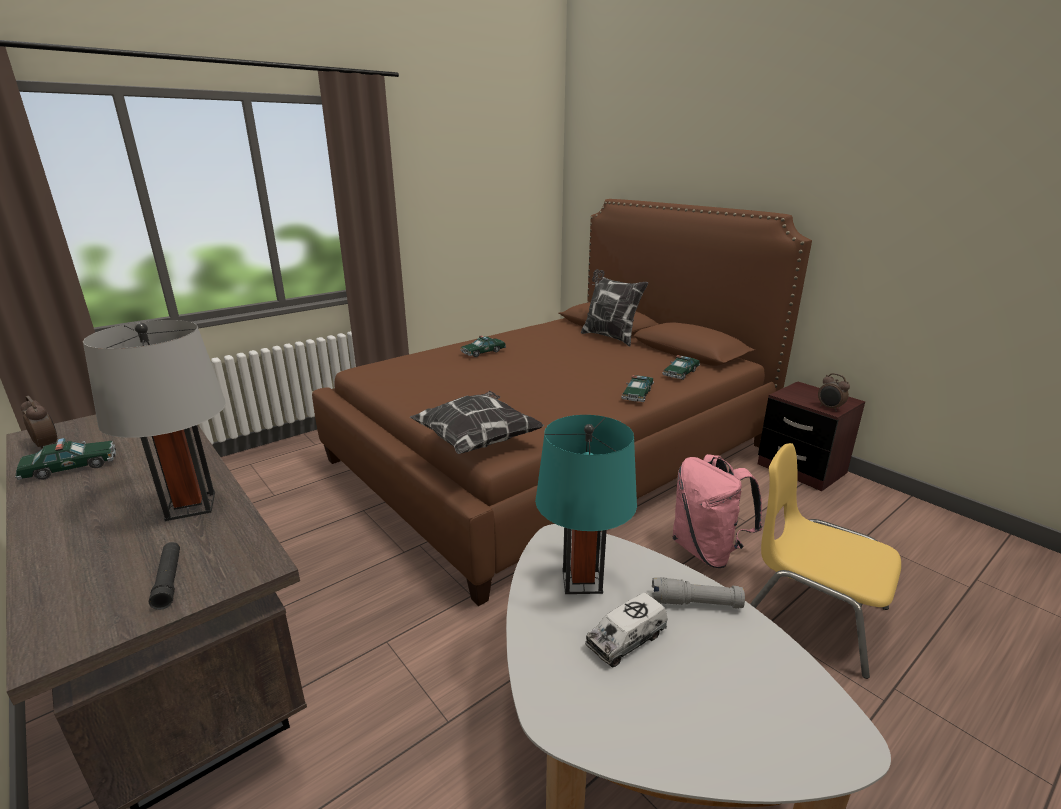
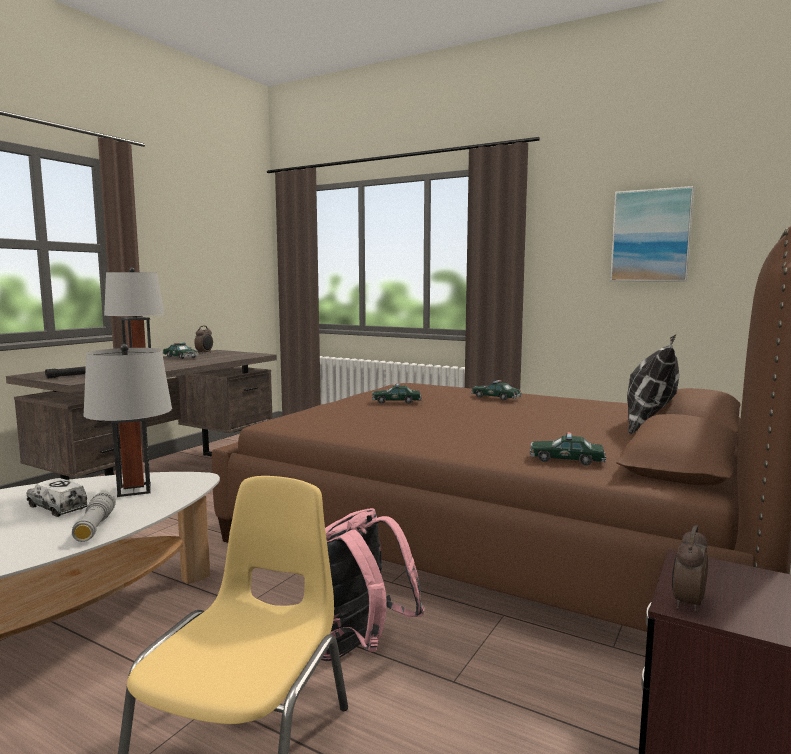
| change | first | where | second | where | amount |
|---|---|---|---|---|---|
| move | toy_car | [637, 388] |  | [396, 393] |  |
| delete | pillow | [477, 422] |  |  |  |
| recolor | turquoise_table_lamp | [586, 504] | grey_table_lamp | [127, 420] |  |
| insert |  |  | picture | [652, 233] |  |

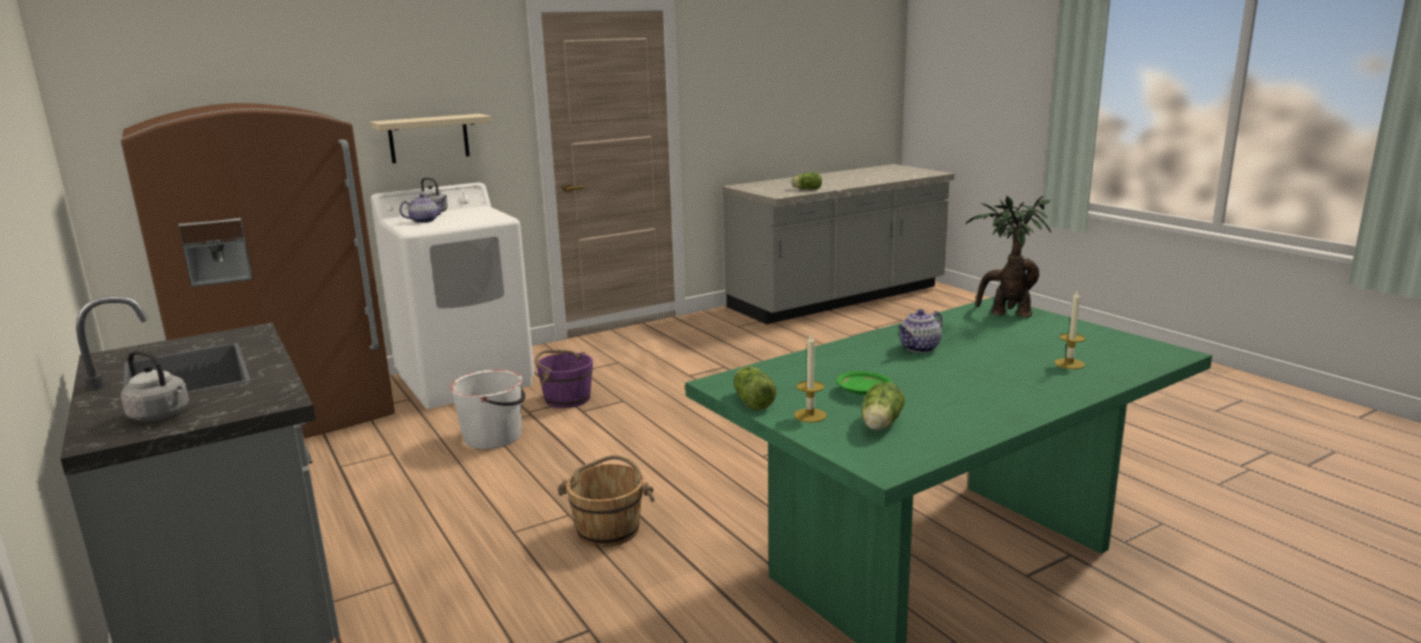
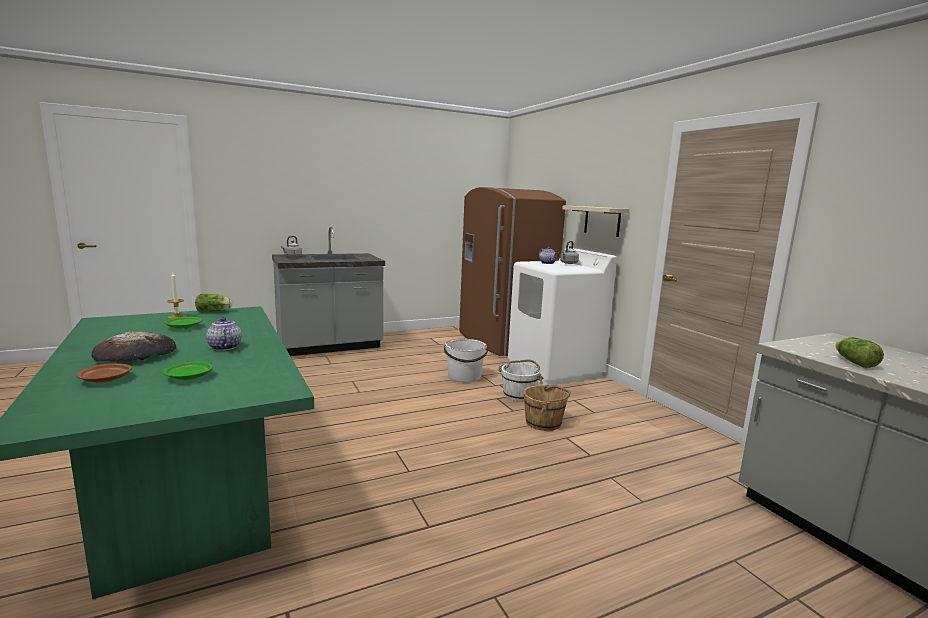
| change | first | where | second | where | amount |
|---|---|---|---|---|---|
| delete | potted_plant | [1008, 256] |  |  |  |
| replace | candle | [1069, 330] | brown_plate | [104, 373] |  |
| recolor | purple_bucket | [564, 379] | white_bucket | [521, 380] |  |
| delete | lettuce | [883, 406] |  |  |  |
| move | brown_bucket | [606, 501] |  | [547, 408] |  |
| insert |  |  | bread | [133, 346] |  |
| insert |  |  | green_plate | [188, 370] |  |

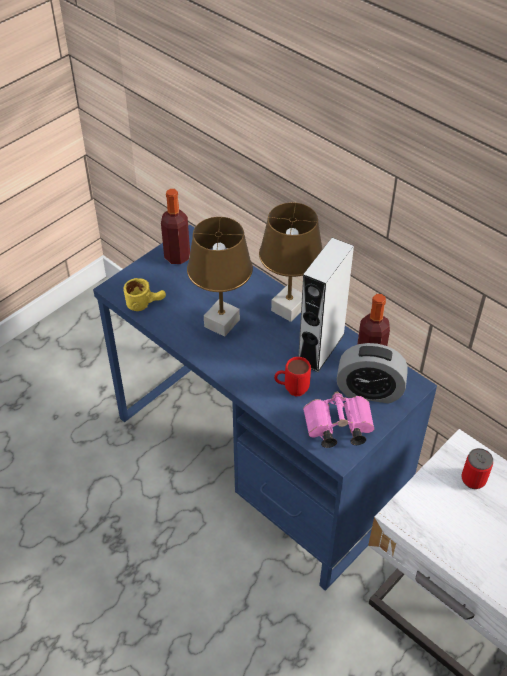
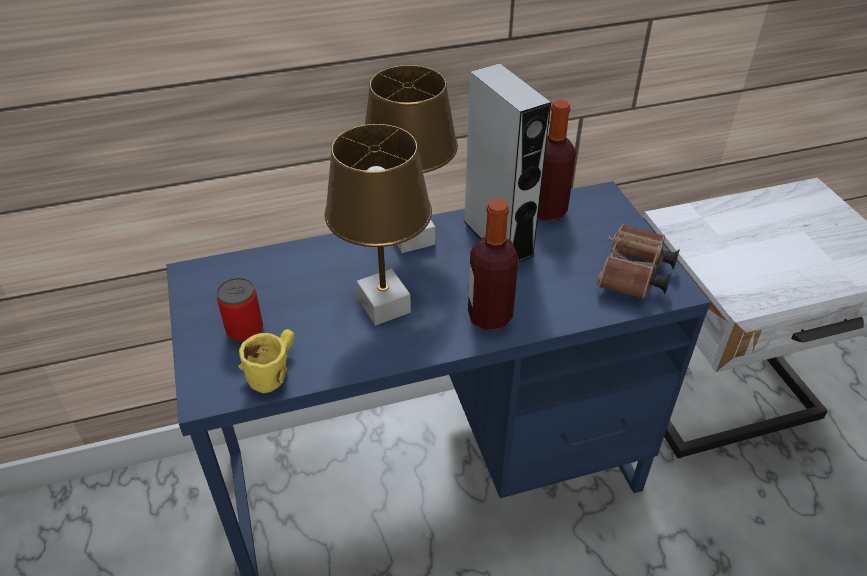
| change | first | where | second | where | amount |
|---|---|---|---|---|---|
| move | bottle | [175, 226] |  | [493, 265] |  |
| delete | alarm_clock | [372, 373] |  |  |  |
| delete | red_mug | [292, 376] |  |  |  |
| recolor | pink_binoculars | [338, 420] | brown_binoculars | [638, 261] |  |
| move | can | [477, 468] |  | [240, 310] |  |

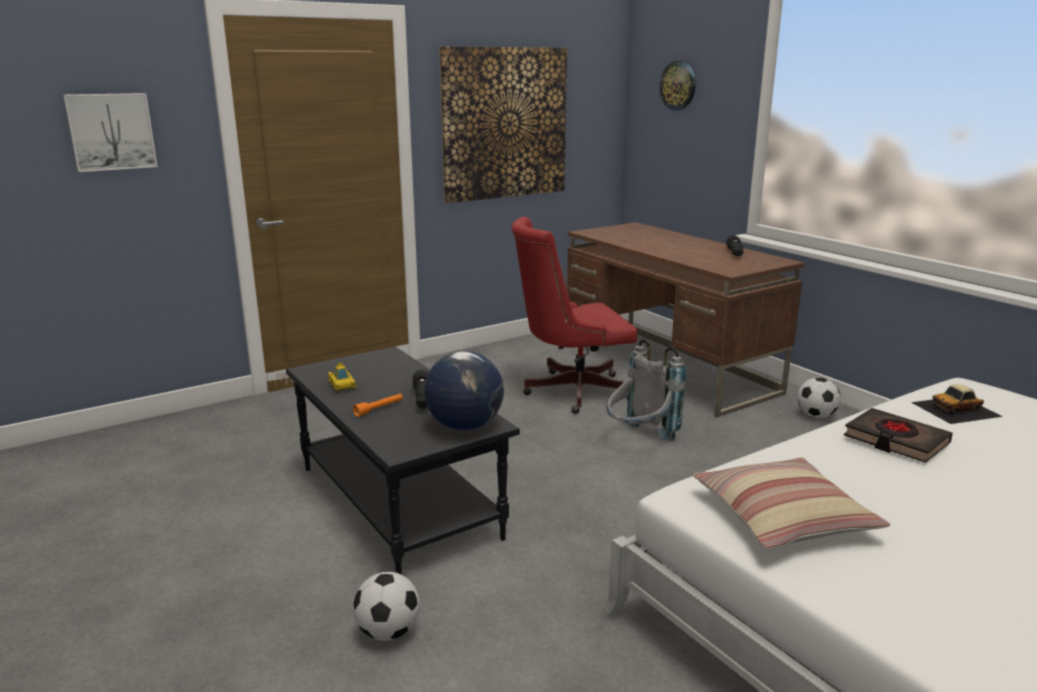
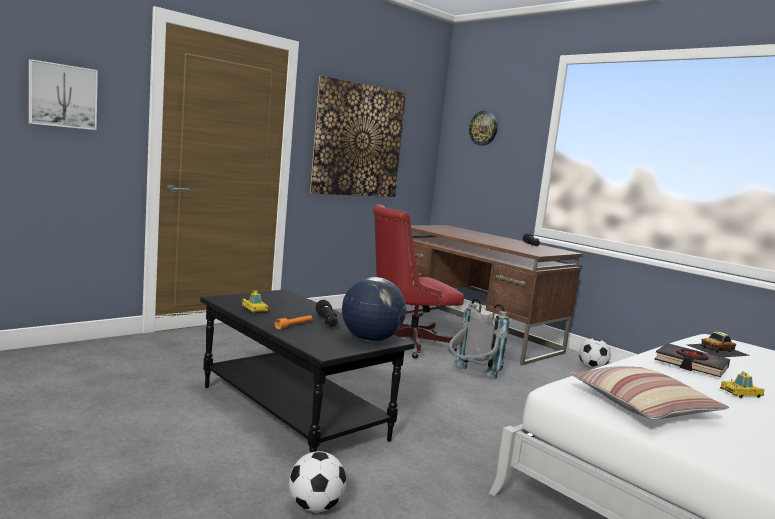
| change | first | where | second | where | amount |
|---|---|---|---|---|---|
| insert |  |  | toy_car | [742, 384] |  |

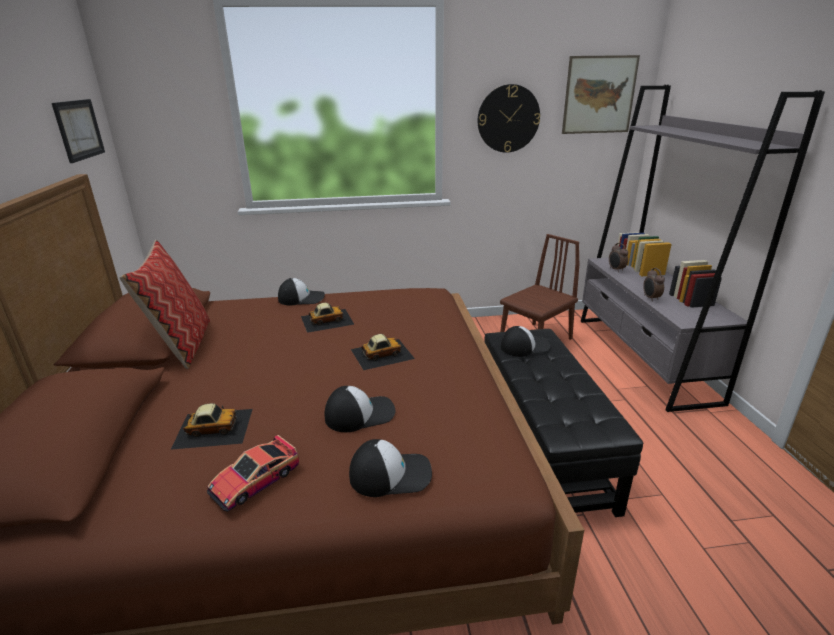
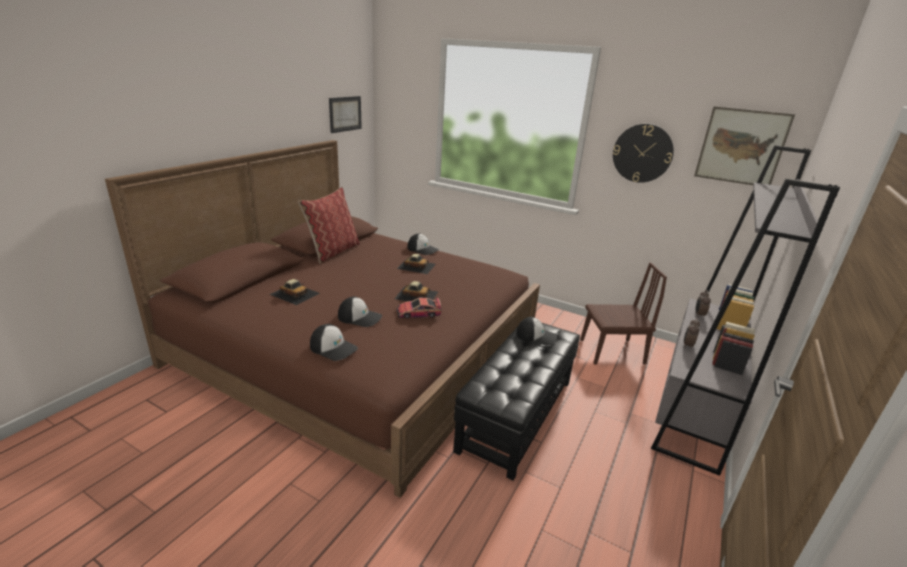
| change | first | where | second | where | amount |
|---|---|---|---|---|---|
| move | toy_car | [253, 473] |  | [419, 308] |  |

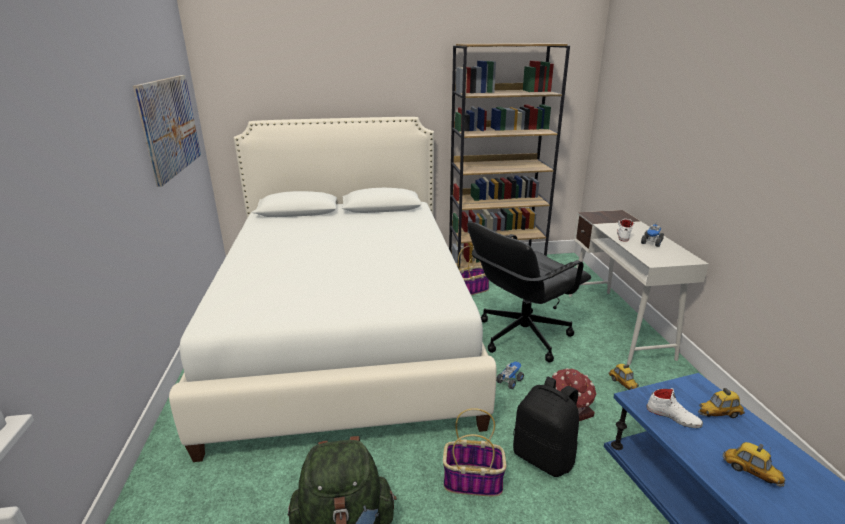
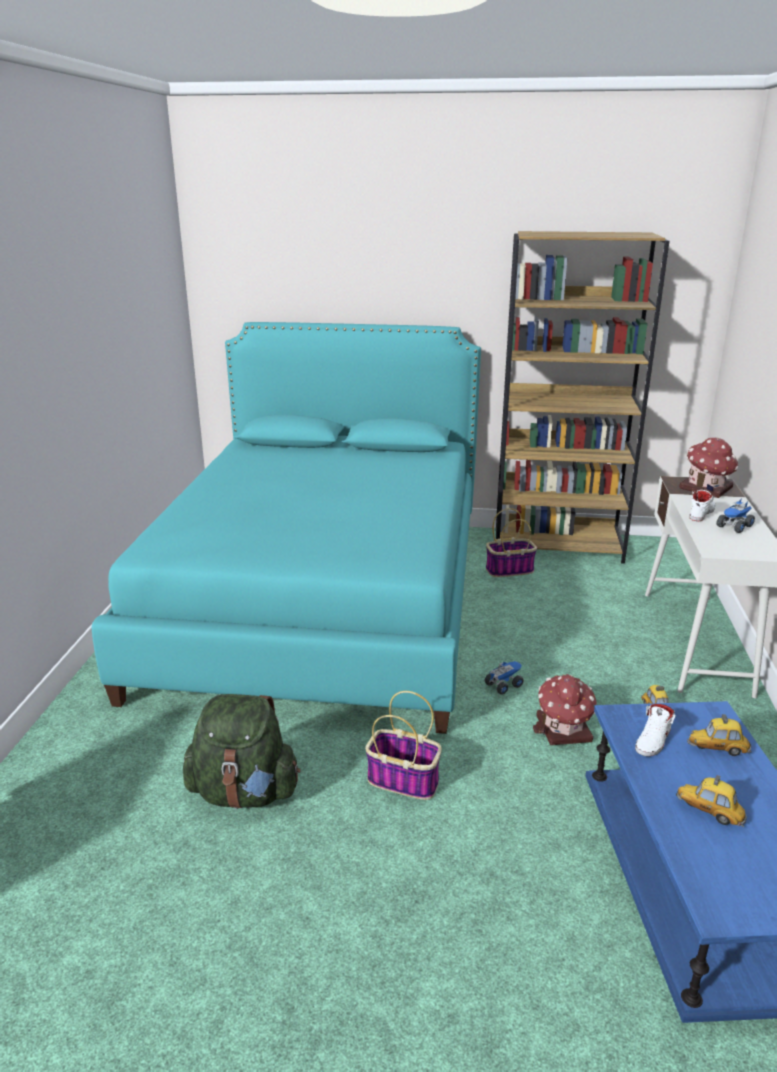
| change | first | where | second | where | amount |
|---|---|---|---|---|---|
| delete | picture | [167, 131] |  |  |  |
| recolor | white_bed | [333, 289] | turquoise_bed | [286, 528] |  |
| delete | black_office_chair | [529, 292] |  |  |  |
| delete | black_backpack | [546, 427] |  |  |  |
| rotate | white_shoe | [674, 408] |  | [655, 730] | 75 degrees clockwise |
| rotate | toy_car | [754, 464] |  | [711, 801] | 150 degrees clockwise |
| insert |  |  | toy_house | [708, 468] |  |

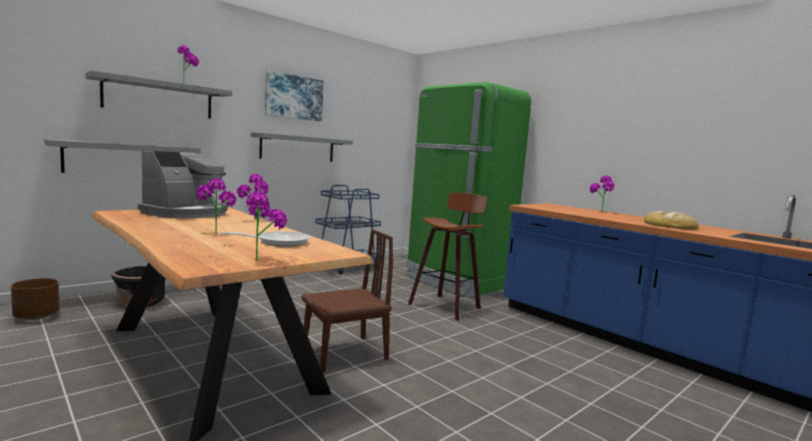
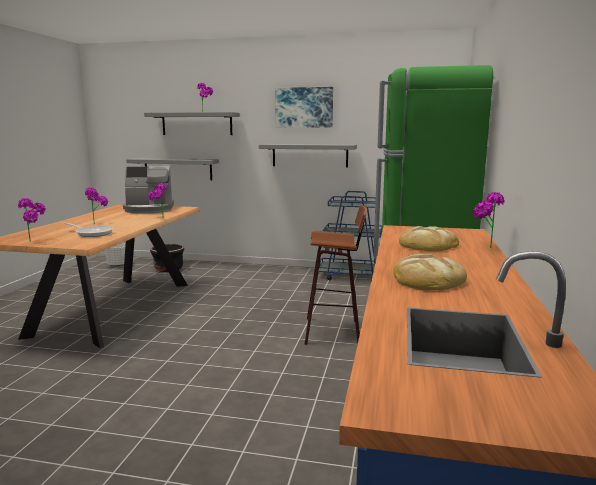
| change | first | where | second | where | amount |
|---|---|---|---|---|---|
| delete | brown_chair | [347, 300] |  |  |  |
| recolor | brown_planter | [35, 299] | white_planter | [116, 255] |  |
| insert |  |  | bread | [429, 238] |  |

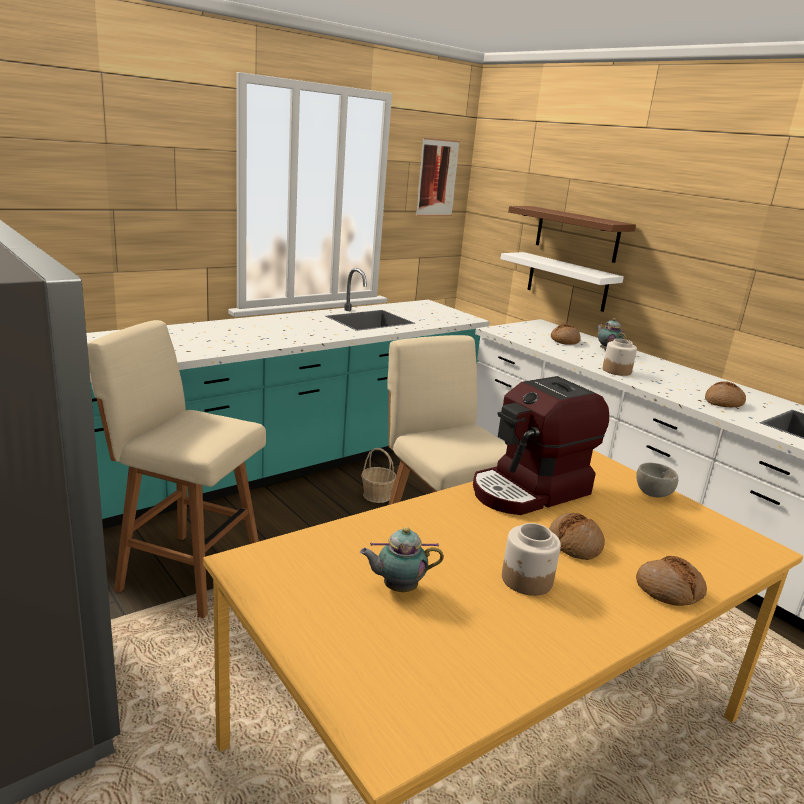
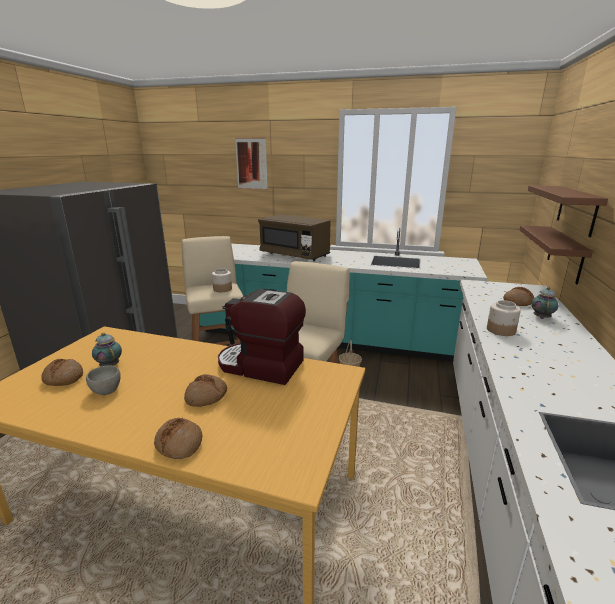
| change | first | where | second | where | amount |
|---|---|---|---|---|---|
| move | picture | [438, 177] |  | [251, 164] |  |
| recolor | white_shelf | [562, 282] | brown_shelf | [556, 254] |  |
| move | bread | [725, 394] |  | [62, 372] |  |
| move | grey_bowl | [657, 480] |  | [103, 380] |  |
| move | jar | [531, 559] |  | [222, 280] |  |
| insert |  |  | brown_microwave | [294, 238] |  |

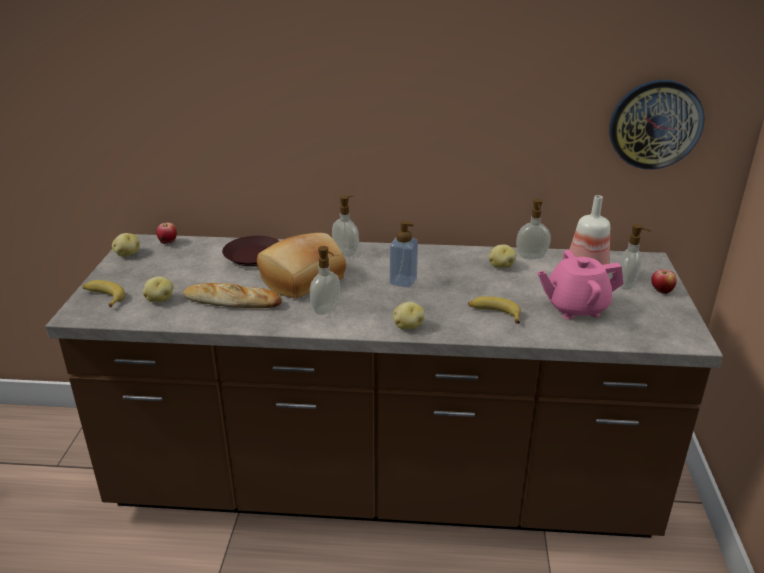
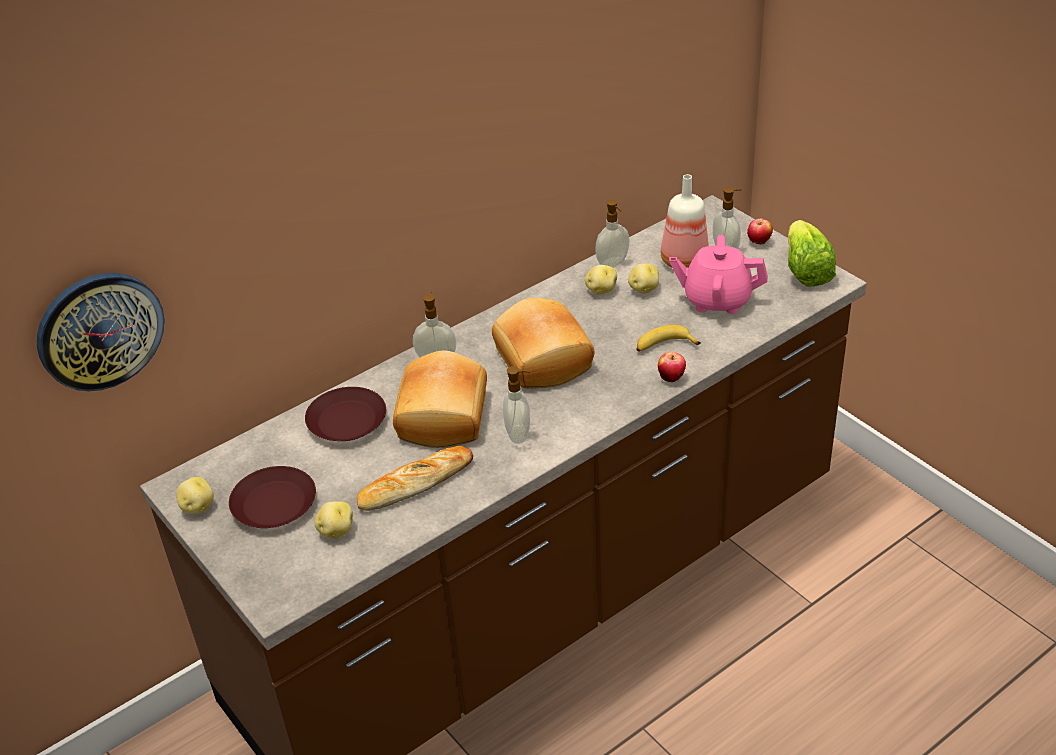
| change | first | where | second | where | amount |
|---|---|---|---|---|---|
| move | wall_clock | [657, 124] |  | [100, 332] |  |
| replace | soap_dispenser | [404, 254] | bread | [543, 343] |  |
| move | apple | [167, 233] |  | [672, 367] |  |
| rotate | pink_teapot | [580, 284] |  | [718, 274] | 60 degrees clockwise |
| delete | banana | [103, 293] |  |  |  |
| move | potato | [408, 315] |  | [643, 279] |  |
| insert |  |  | lettuce | [812, 253] |  |
| insert |  |  | brown_plate | [272, 497] |  |

